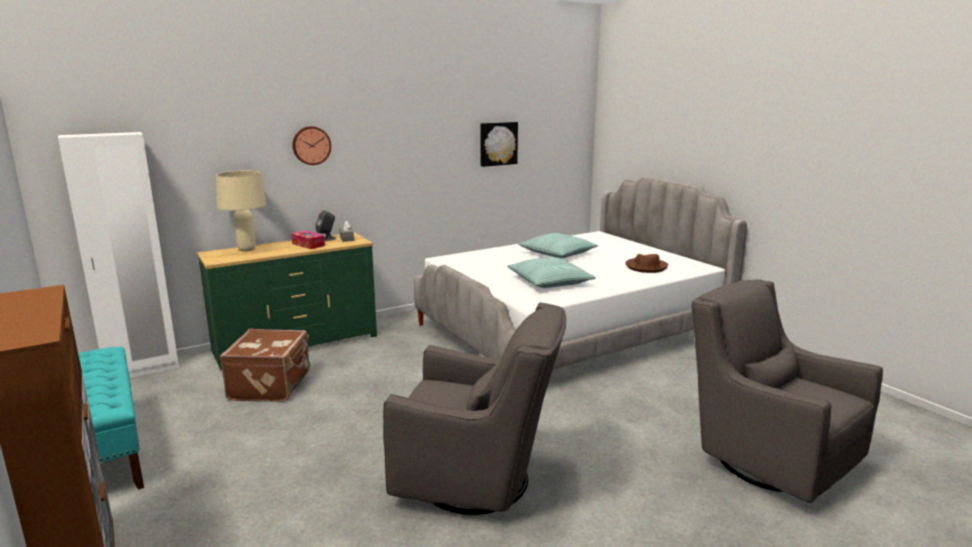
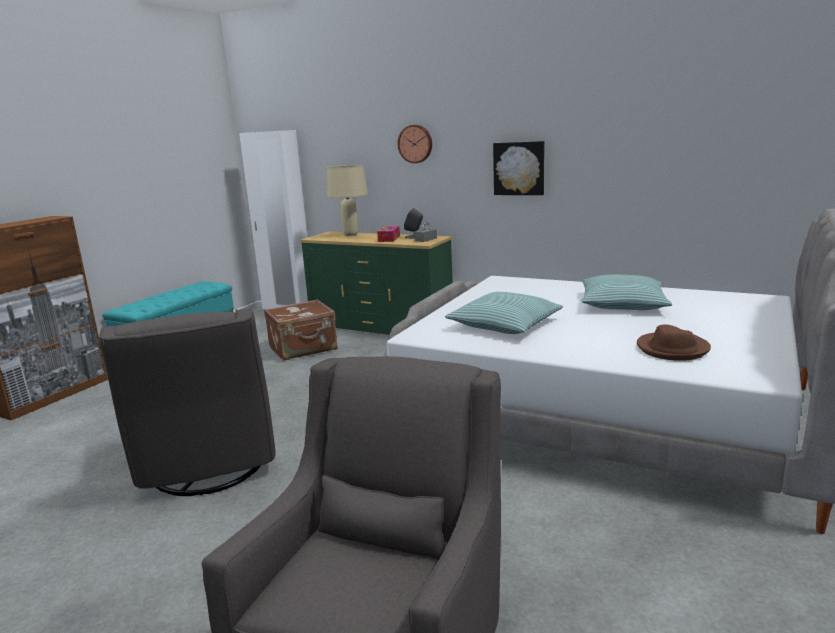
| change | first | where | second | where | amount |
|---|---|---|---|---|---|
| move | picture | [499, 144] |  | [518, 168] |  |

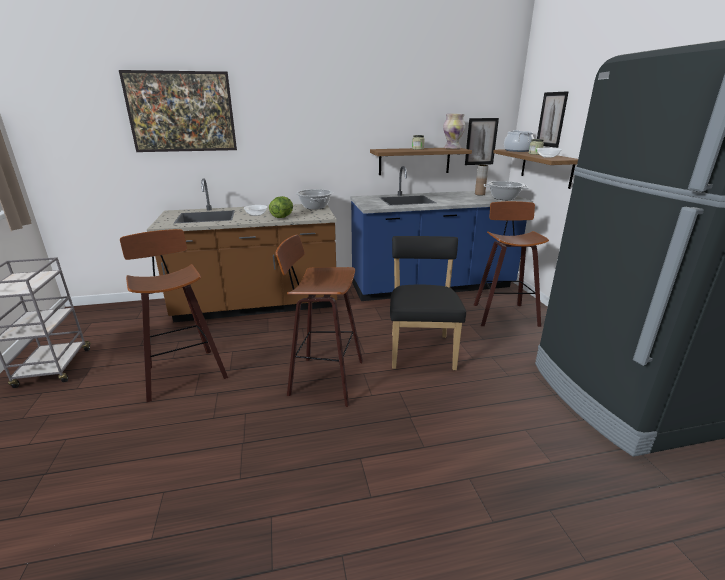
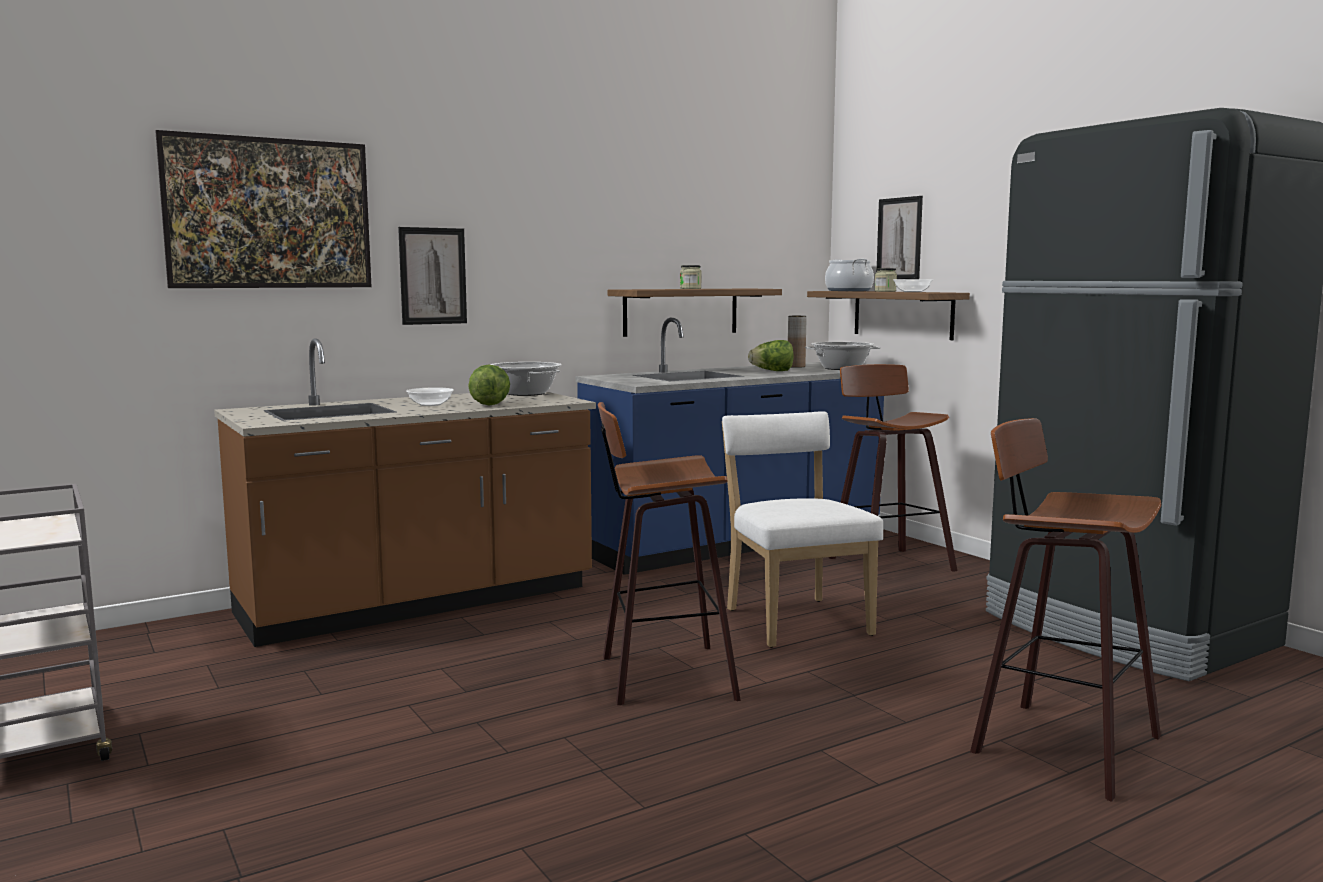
| change | first | where | second | where | amount |
|---|---|---|---|---|---|
| delete | vase | [454, 131] |  |  |  |
| move | picture | [482, 141] |  | [432, 276] |  |
| move | stool | [174, 315] |  | [1065, 610] |  |
| recolor | black_chair | [428, 303] | white_chair | [802, 529] |  |
| insert |  |  | lettuce | [771, 355] |  |

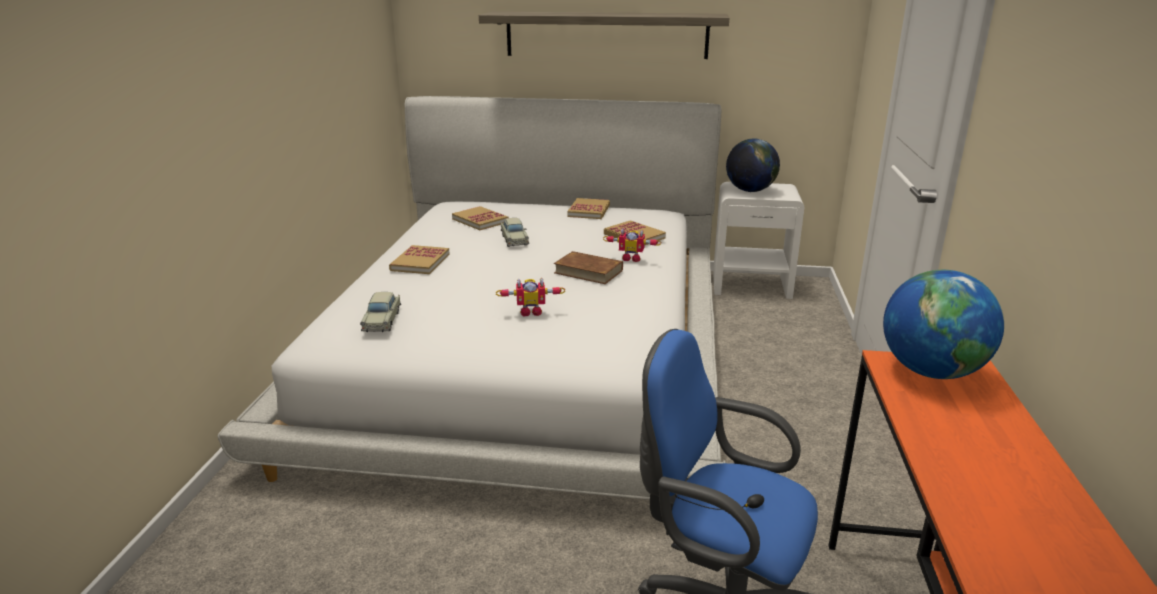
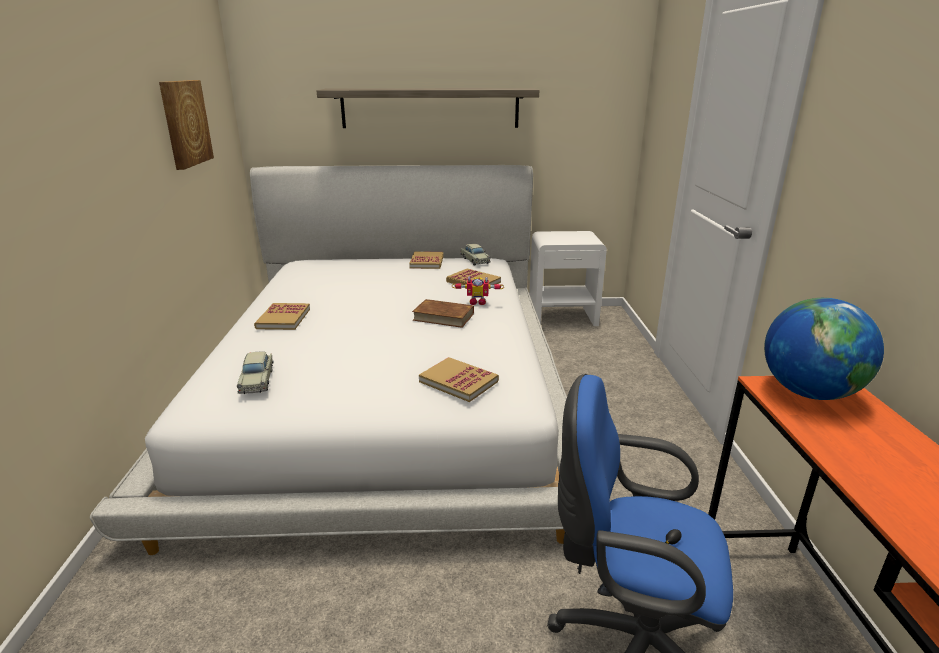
| change | first | where | second | where | amount |
|---|---|---|---|---|---|
| delete | globe | [753, 165] |  |  |  |
| move | book | [480, 218] |  | [459, 379] |  |
| move | beige_toy_car | [515, 232] |  | [476, 254] |  |
| delete | toy_robot | [530, 297] |  |  |  |
| insert |  |  | picture | [186, 125] |  |

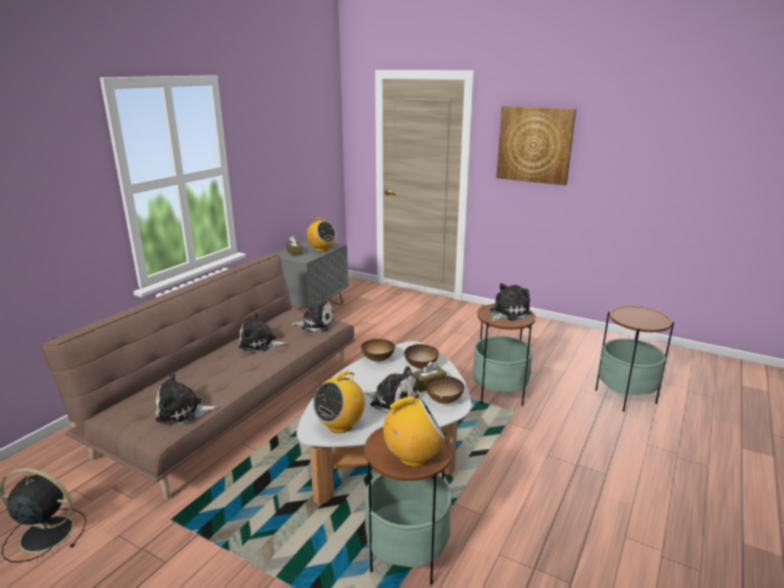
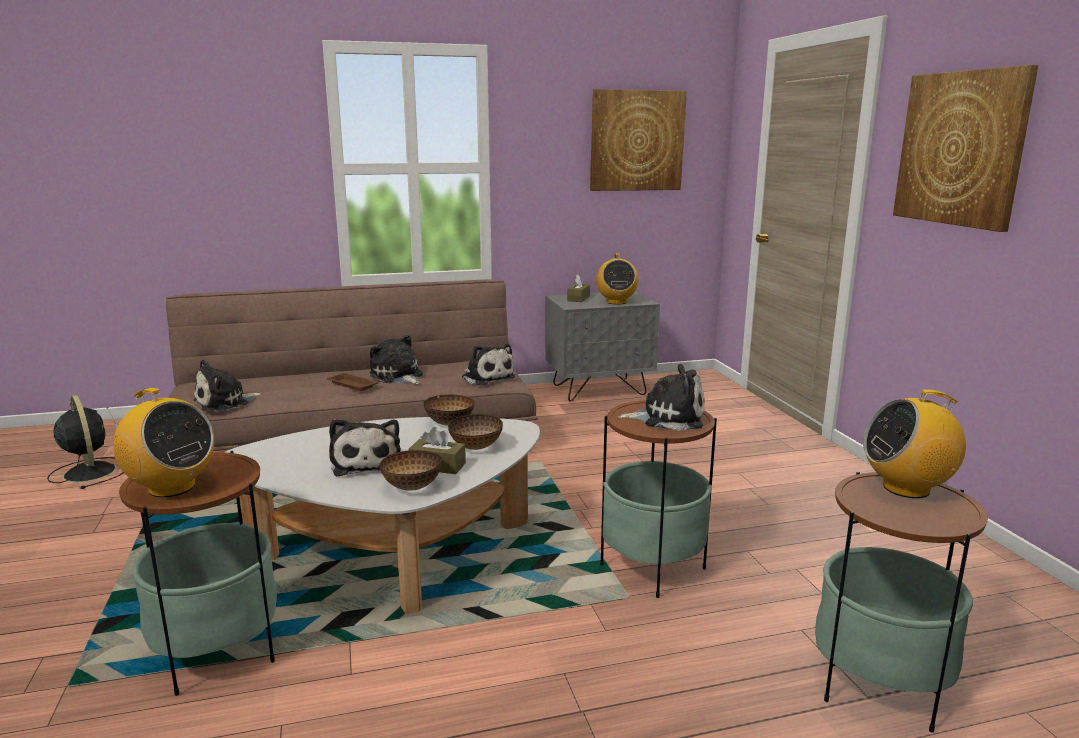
| change | first | where | second | where | amount |
|---|---|---|---|---|---|
| move | radio | [339, 402] |  | [914, 443] |  |
| rotate | plush_toy | [186, 398] |  | [227, 385] | 75 degrees counterclockwise |
| insert |  |  | picture | [638, 140] |  |
| insert |  |  | brown_tray | [352, 382] |  |

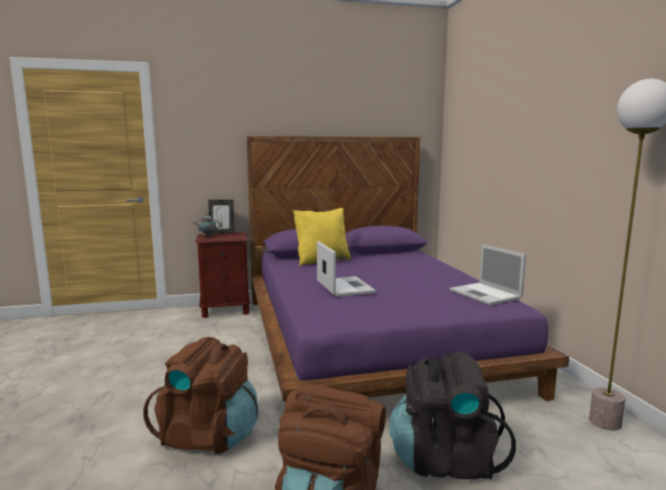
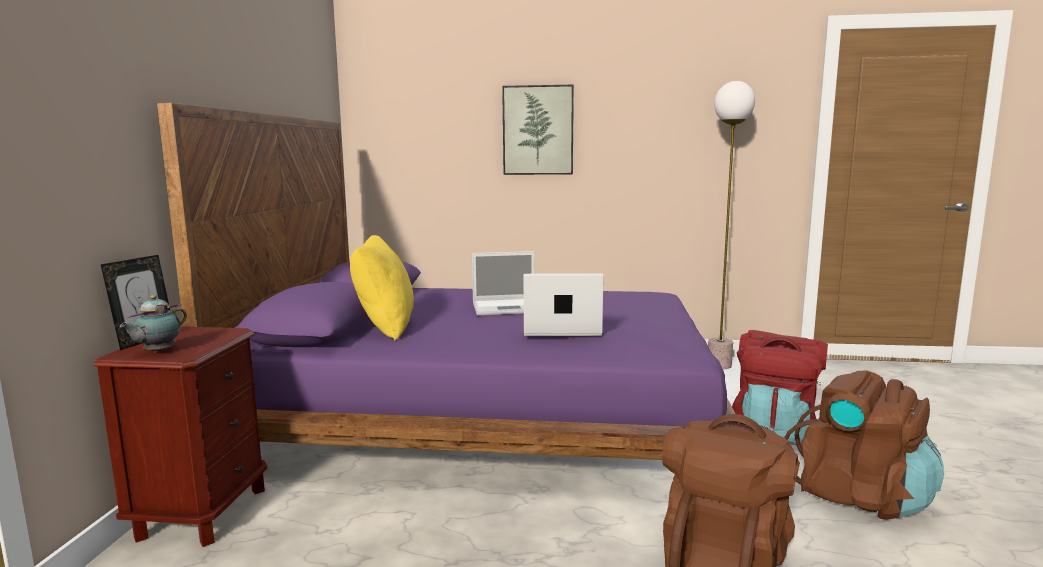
| change | first | where | second | where | amount |
|---|---|---|---|---|---|
| move | laptop | [487, 274] |  | [503, 283] |  |
| recolor | black_backpack | [453, 416] | red_backpack | [780, 387] |  |
| insert |  |  | picture | [538, 130] |  |

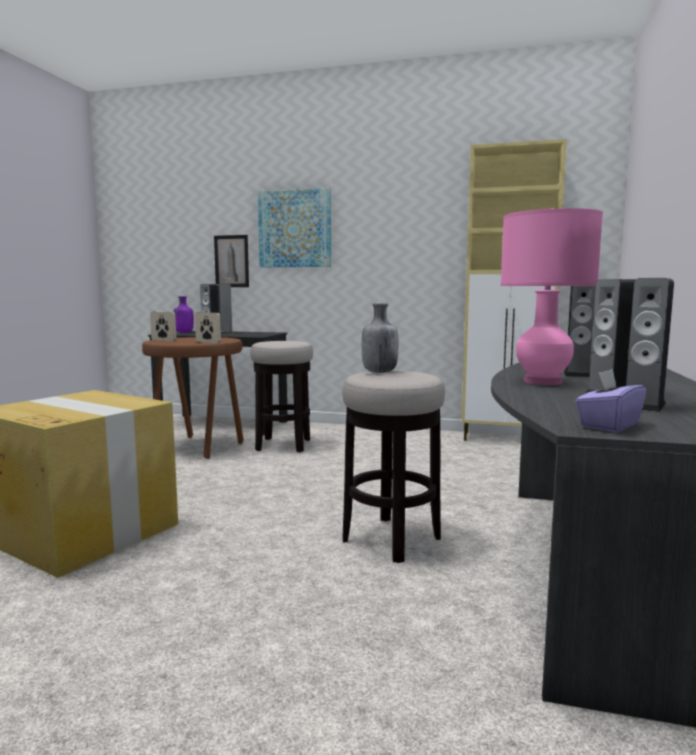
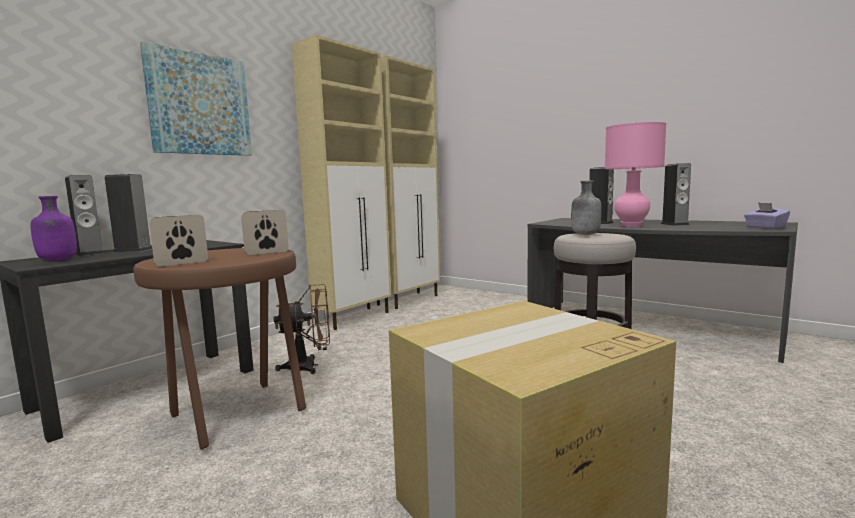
| change | first | where | second | where | amount |
|---|---|---|---|---|---|
| delete | picture | [231, 261] |  |  |  |
| delete | speaker | [650, 345] |  |  |  |
| replace | stool | [281, 396] | brown_fan | [301, 329] |  |
| insert |  |  | beige_cabinet | [341, 182] |  |

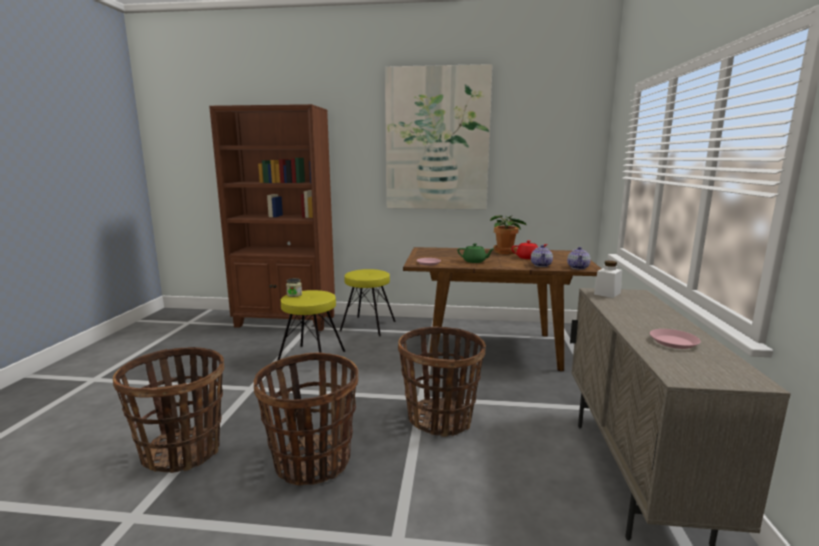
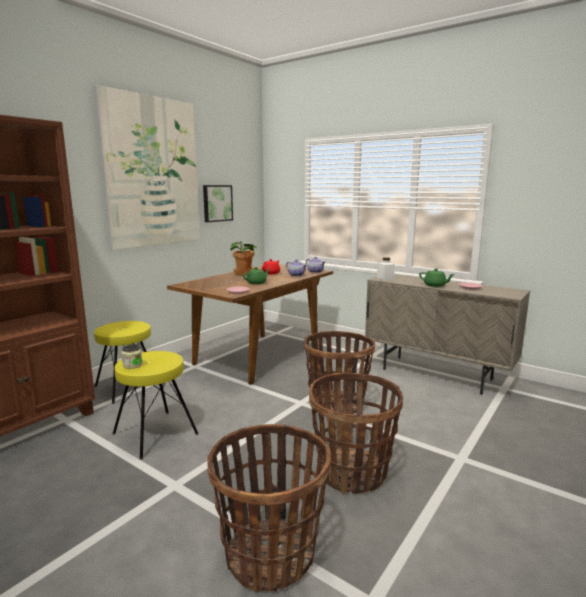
| change | first | where | second | where | amount |
|---|---|---|---|---|---|
| insert |  |  | picture | [218, 203] |  |
| insert |  |  | green_teapot | [437, 278] |  |

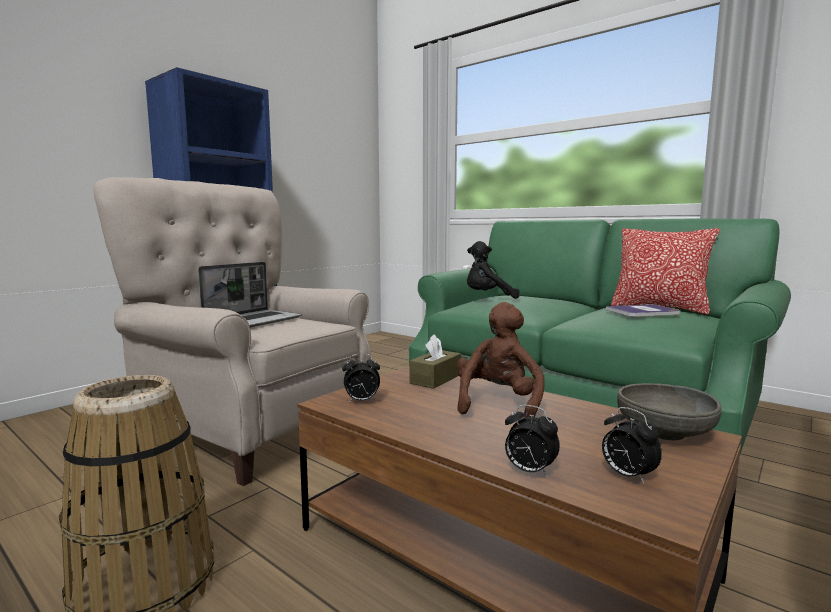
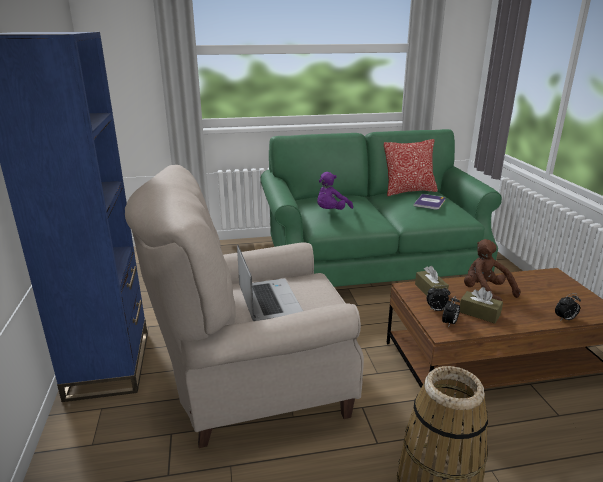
| change | first | where | second | where | amount |
|---|---|---|---|---|---|
| recolor | black_plush_toy | [493, 270] | purple_plush_toy | [335, 191] |  |
| delete | grey_bowl | [669, 412] |  |  |  |
| move | alarm_clock | [632, 445] |  | [438, 298] |  |
| insert |  |  | brown_tissue_box | [481, 305] |  |

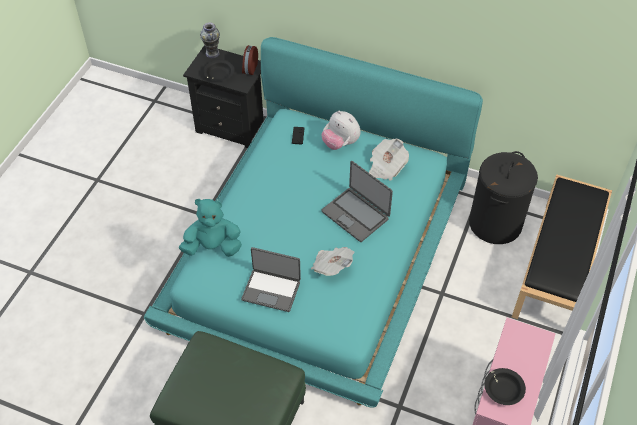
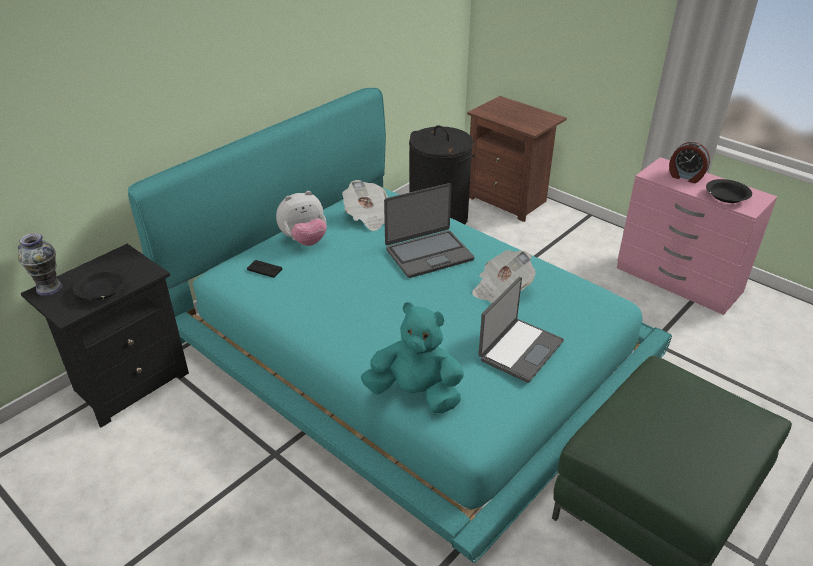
| change | first | where | second | where | amount |
|---|---|---|---|---|---|
| move | alarm_clock | [250, 60] |  | [689, 162] |  |
| replace | black_bench | [562, 246] | brown_nightstand | [517, 159] |  |
| rotate | turquoise_plush_toy | [210, 228] |  | [412, 357] | 90 degrees clockwise |

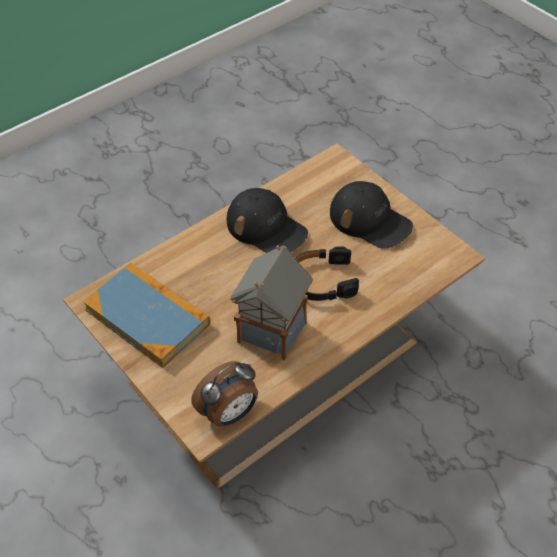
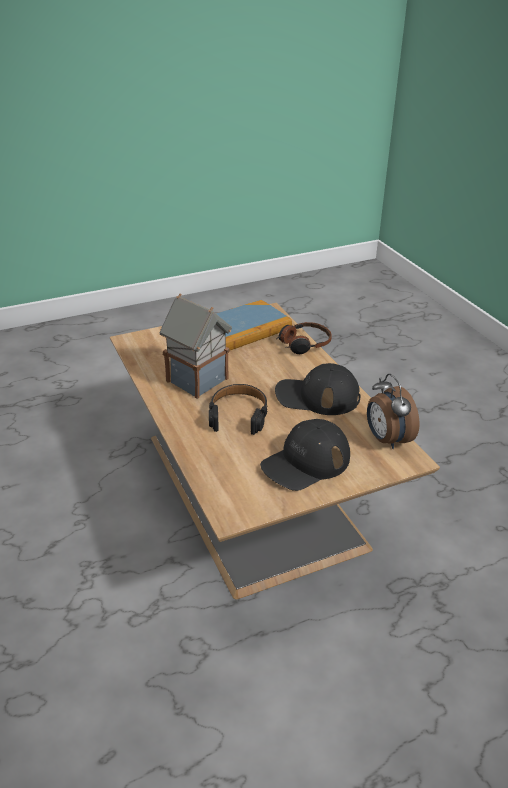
| change | first | where | second | where | amount |
|---|---|---|---|---|---|
| rotate | black_cap | [267, 220] |  | [317, 389] | 45 degrees clockwise |
| move | alarm_clock | [224, 394] |  | [393, 411] |  |
| insert |  |  | headphones | [304, 338] |  |

